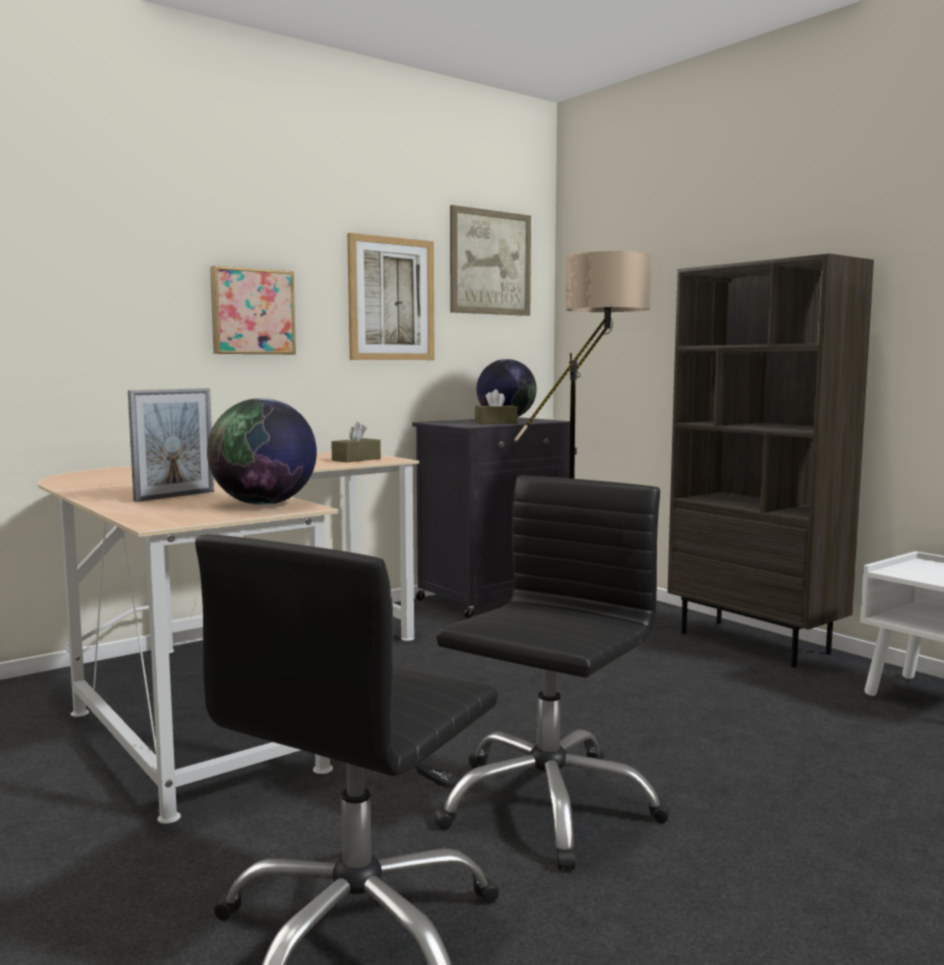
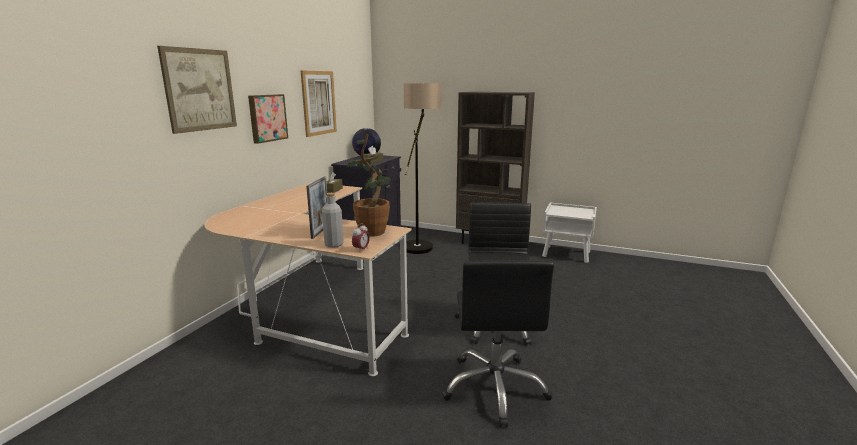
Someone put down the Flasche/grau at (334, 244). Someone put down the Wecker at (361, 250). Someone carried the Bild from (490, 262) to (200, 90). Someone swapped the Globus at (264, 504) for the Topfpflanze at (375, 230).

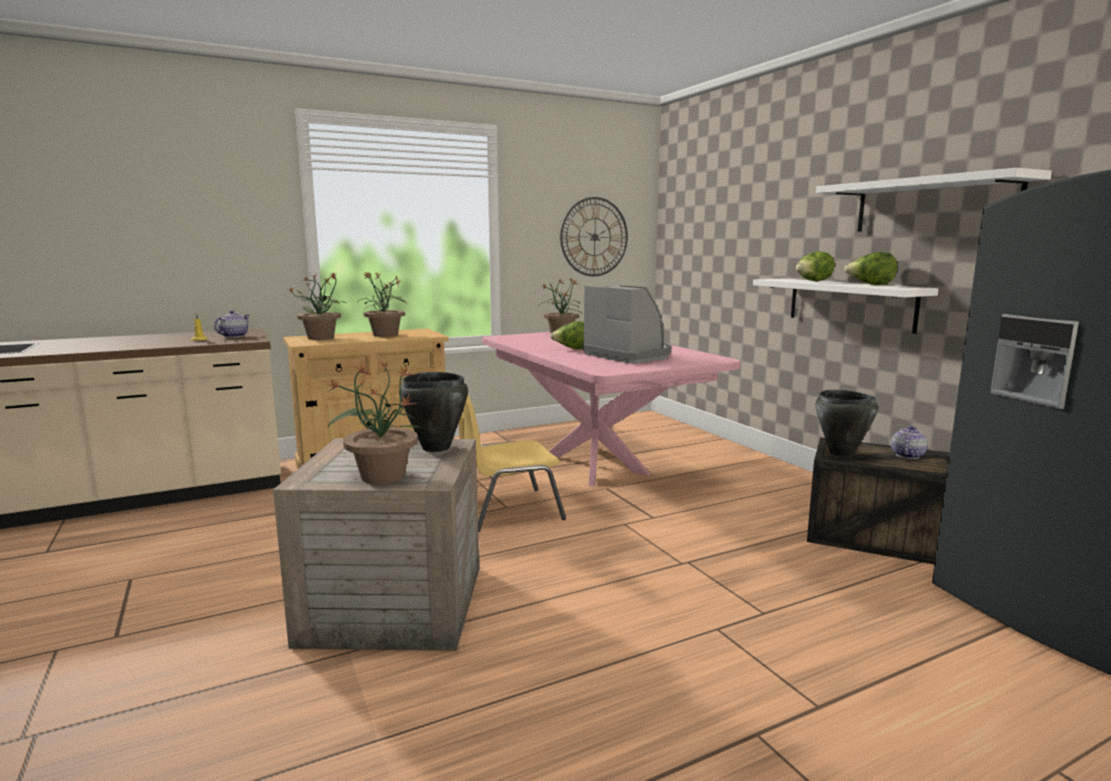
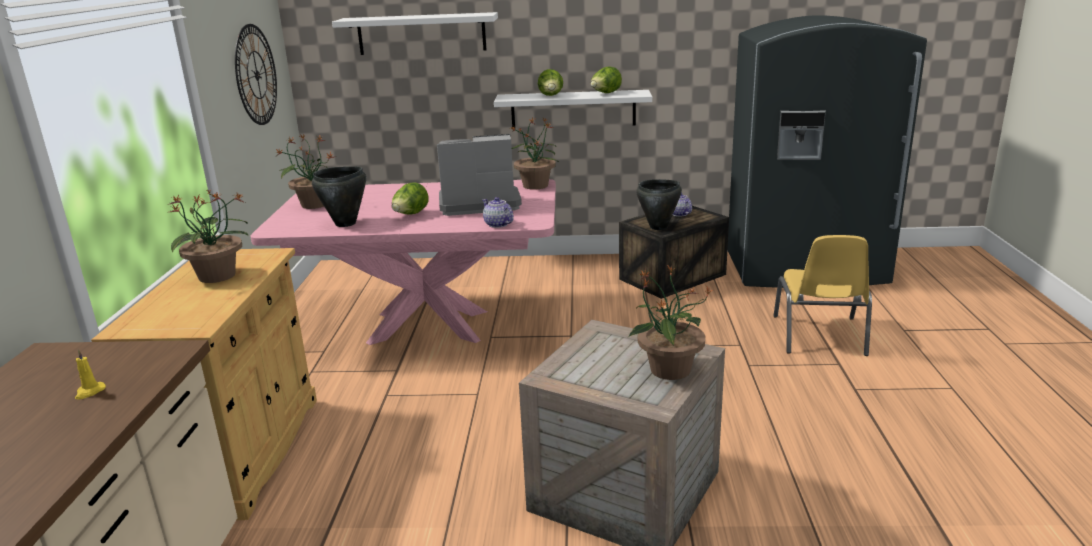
Someone carried the Teekanne from (233, 336) to (498, 224). Someone carried the Topfpflanze from (322, 338) to (535, 185). Someone carried the Kochtopf/schwarz from (435, 448) to (346, 223). Someone carried the Stuhl/gelb from (507, 510) to (819, 336). Someone carried the Wandregal/weiß from (933, 205) to (421, 34).

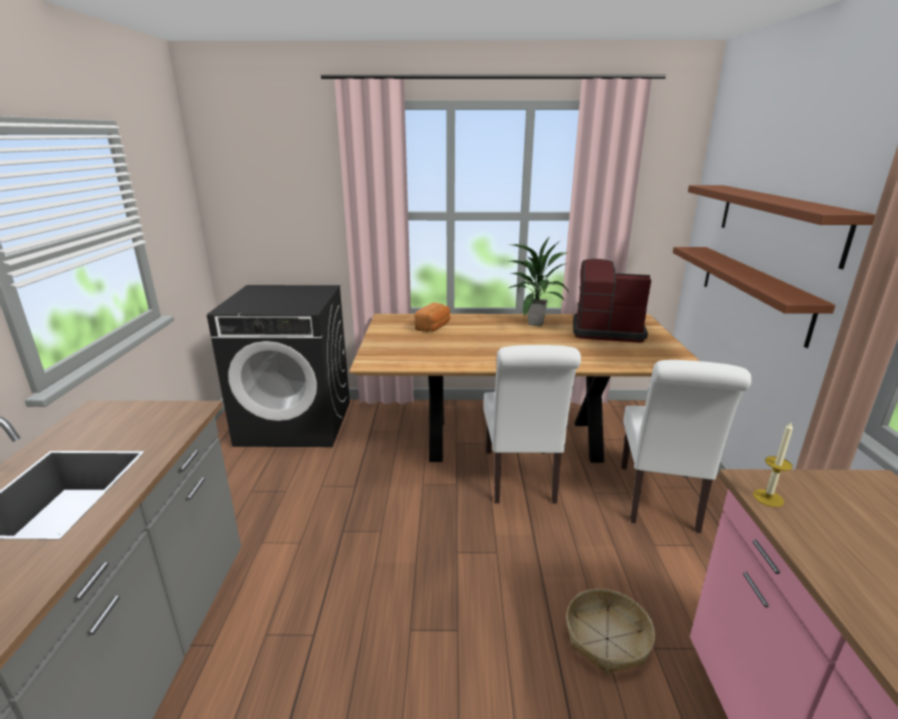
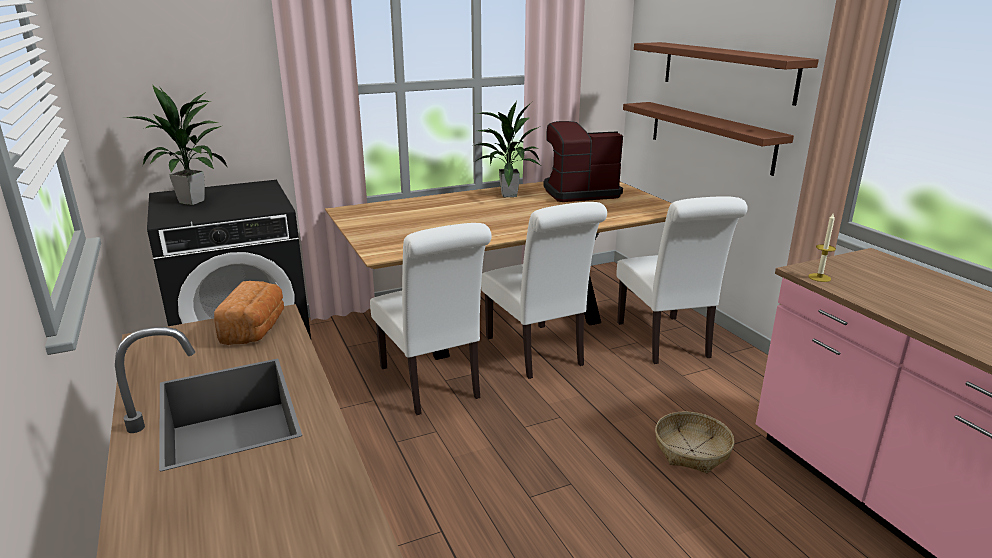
Someone put down the Topfpflanze at (192, 202). Someone put down the Stuhl/weiß at (432, 385). Someone carried the Brot from (434, 327) to (255, 329).

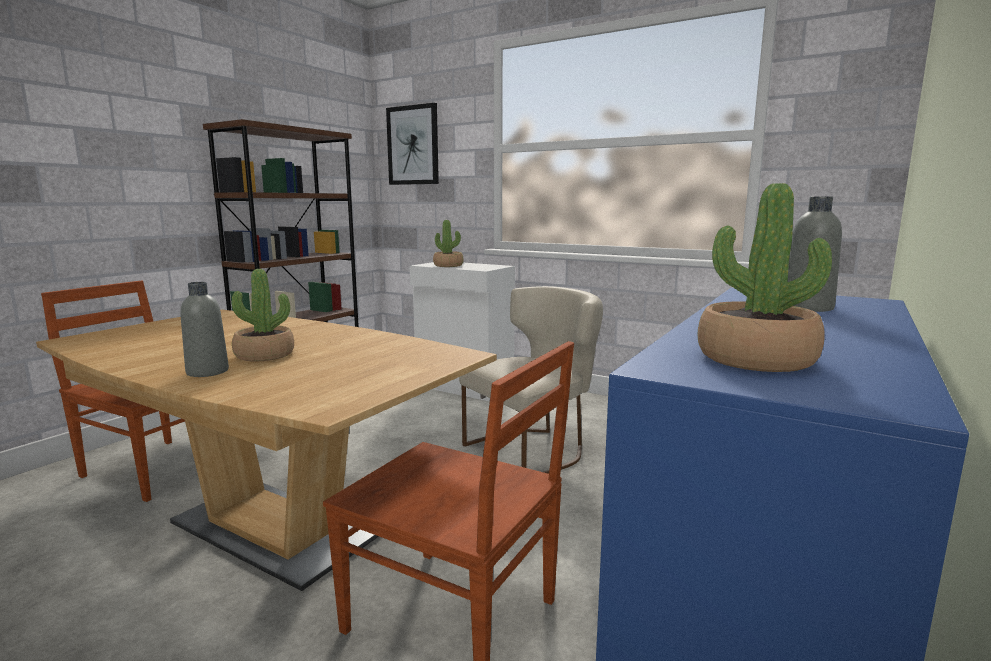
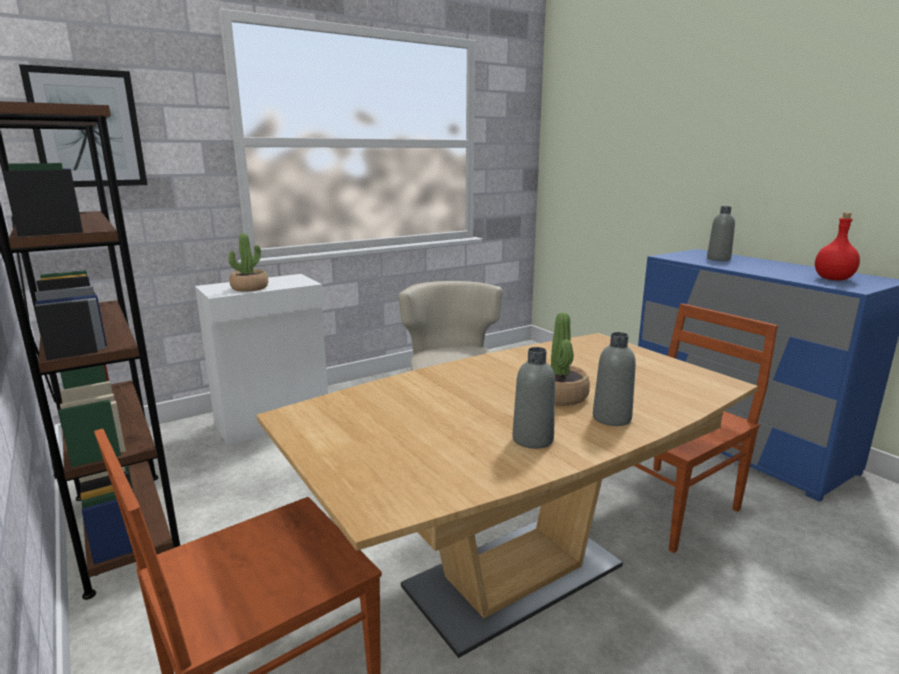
Someone put down the Flasche/grau at (532, 439). Someone swapped the Topfpflanze at (755, 359) for the Flasche/rot at (834, 279).

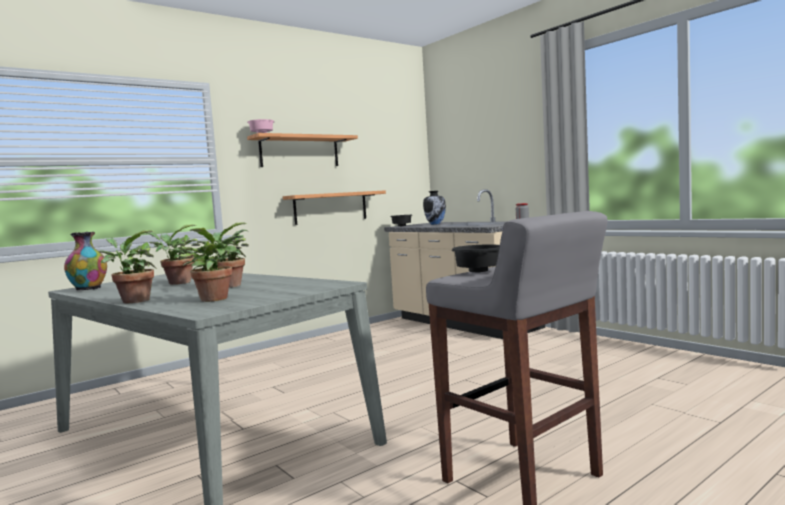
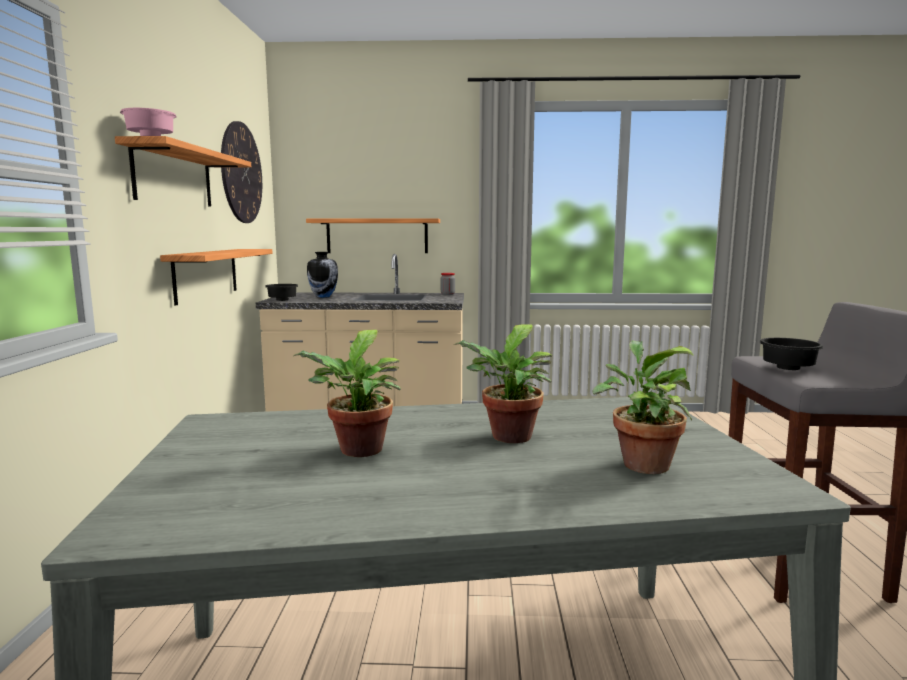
Someone took away the Vase at (89, 289). Someone took away the Topfpflanze at (132, 301). Someone put up the Wanduhr at (241, 173). Someone put up the Wandregal at (377, 236).

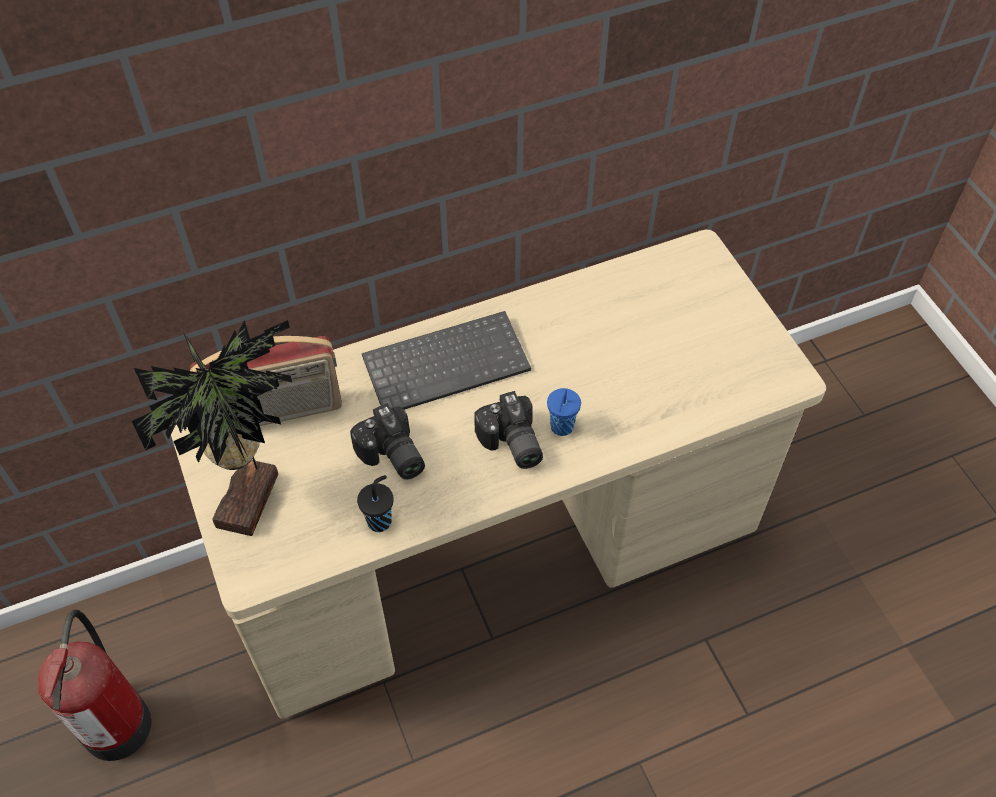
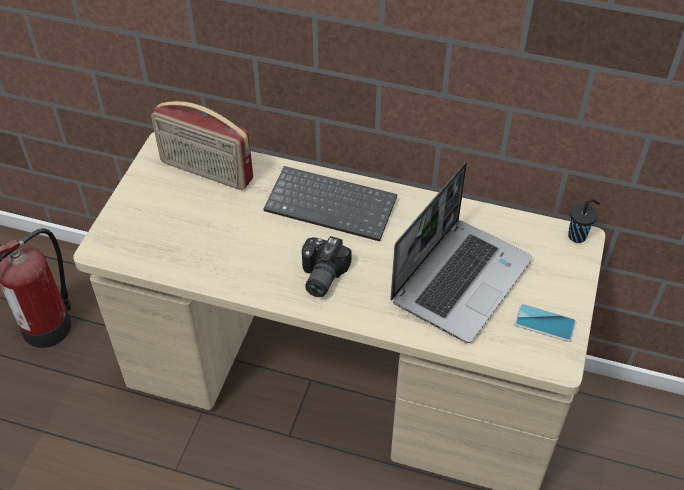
Someone took away the Topfpflanze at (254, 500). Someone took away the Kamera at (391, 457). Someone took away the Tasse/blau at (561, 428). Someone put down the Laptop at (460, 279). Someone put down the Handy at (545, 323). Someone carried the Tasse/schwarz from (380, 520) to (578, 236).

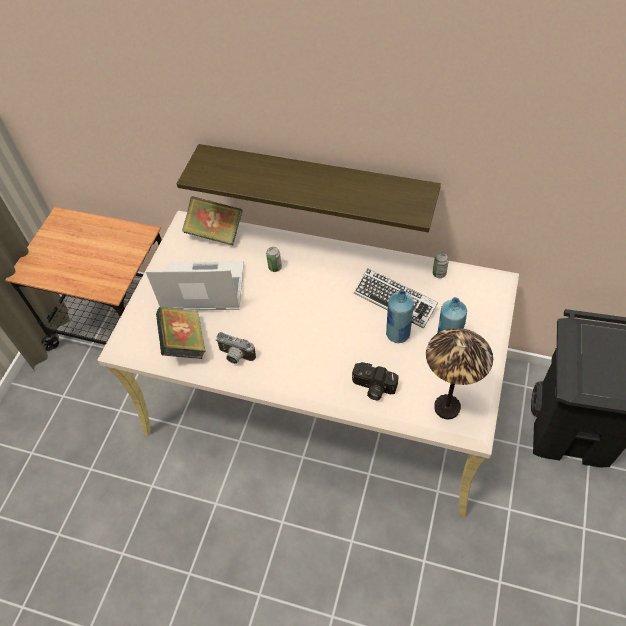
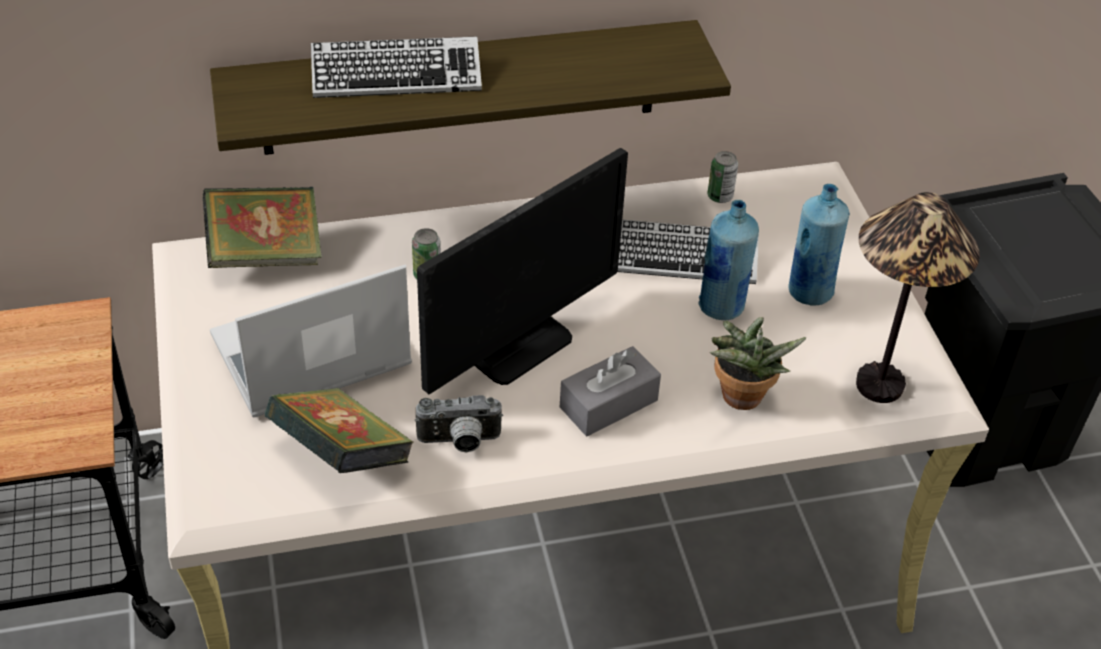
Someone put down the Tastatur at (396, 77). Someone put down the Monitor at (517, 345). Someone put down the Taschentuchbox/grau at (608, 404). Someone swapped the Kamera at (373, 387) for the Topfpflanze at (741, 401).

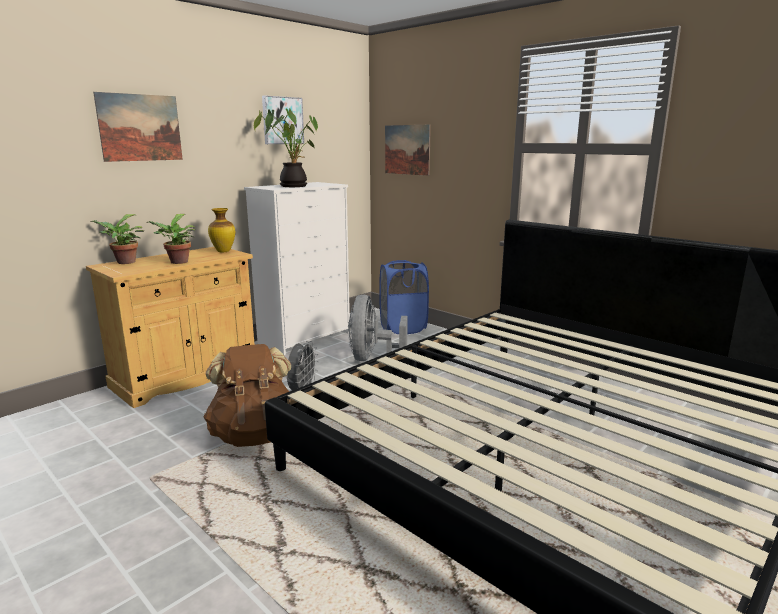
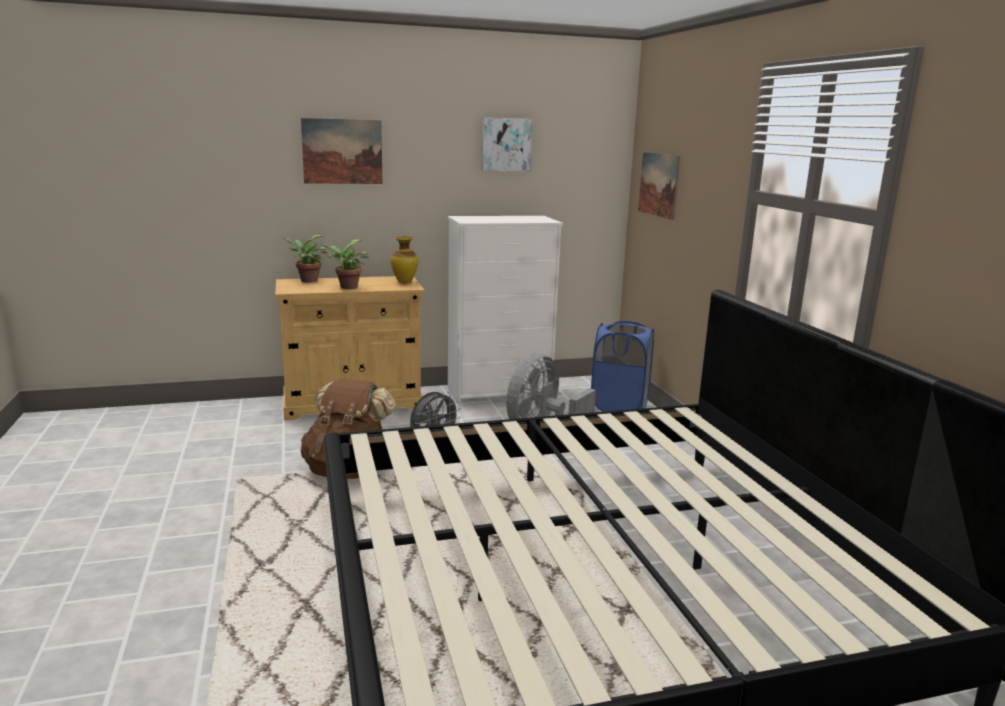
Someone took away the Topfpflanze at (292, 186).

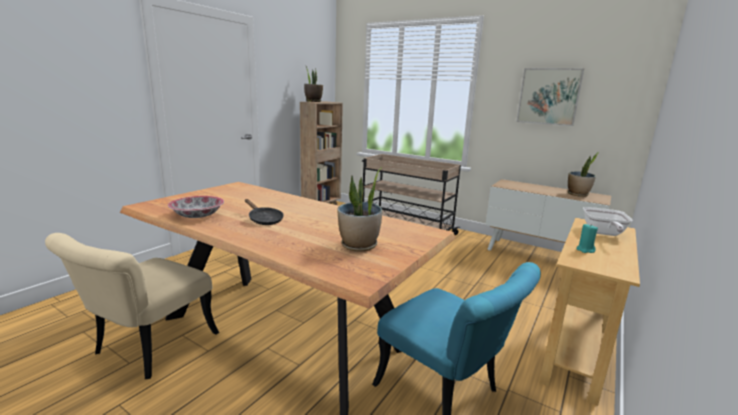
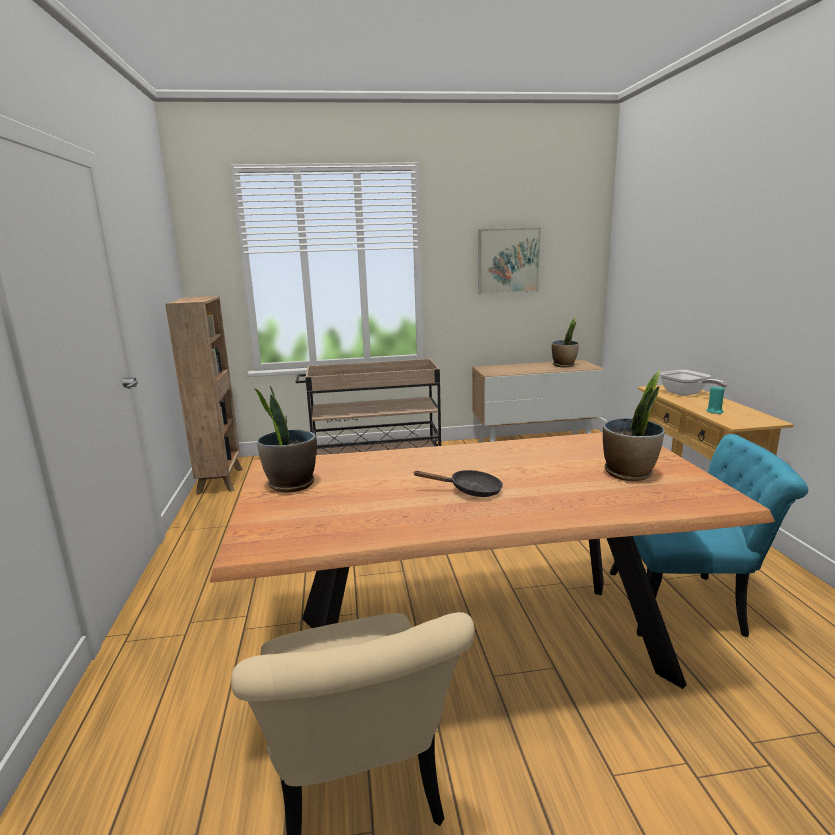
Someone took away the Schüssel at (197, 215). Someone carried the Topfpflanze from (313, 101) to (290, 484).

